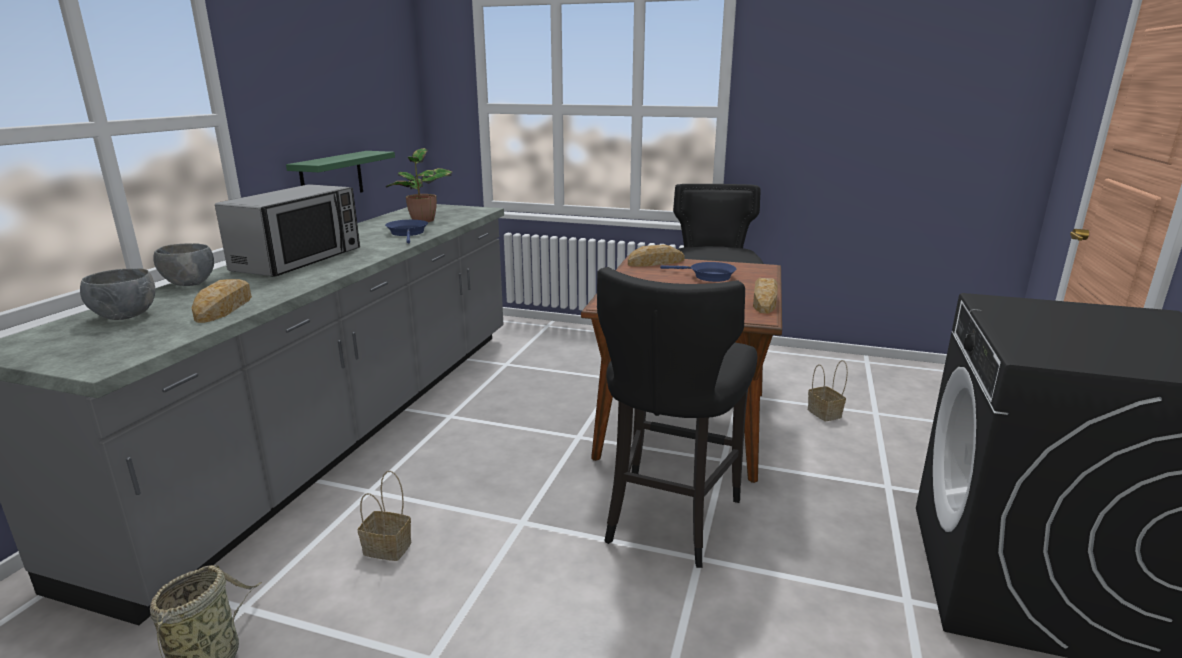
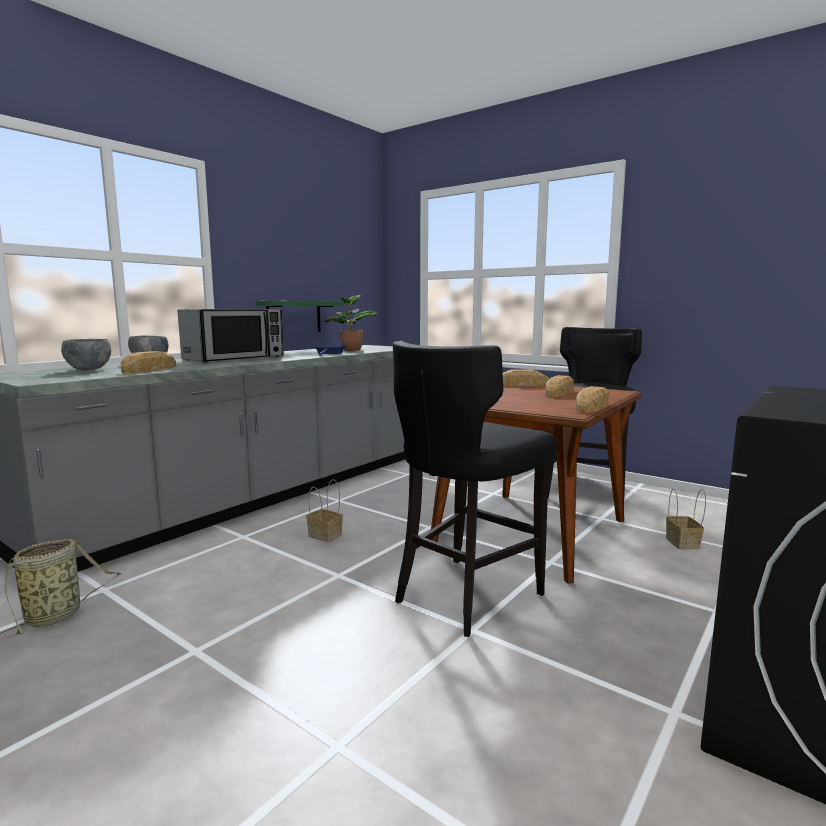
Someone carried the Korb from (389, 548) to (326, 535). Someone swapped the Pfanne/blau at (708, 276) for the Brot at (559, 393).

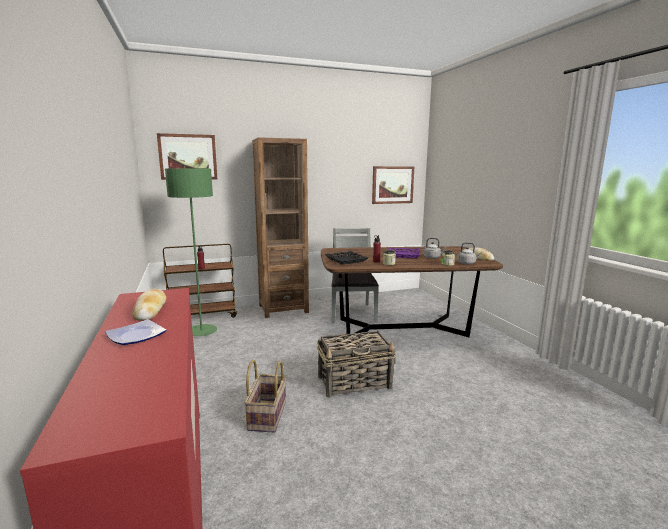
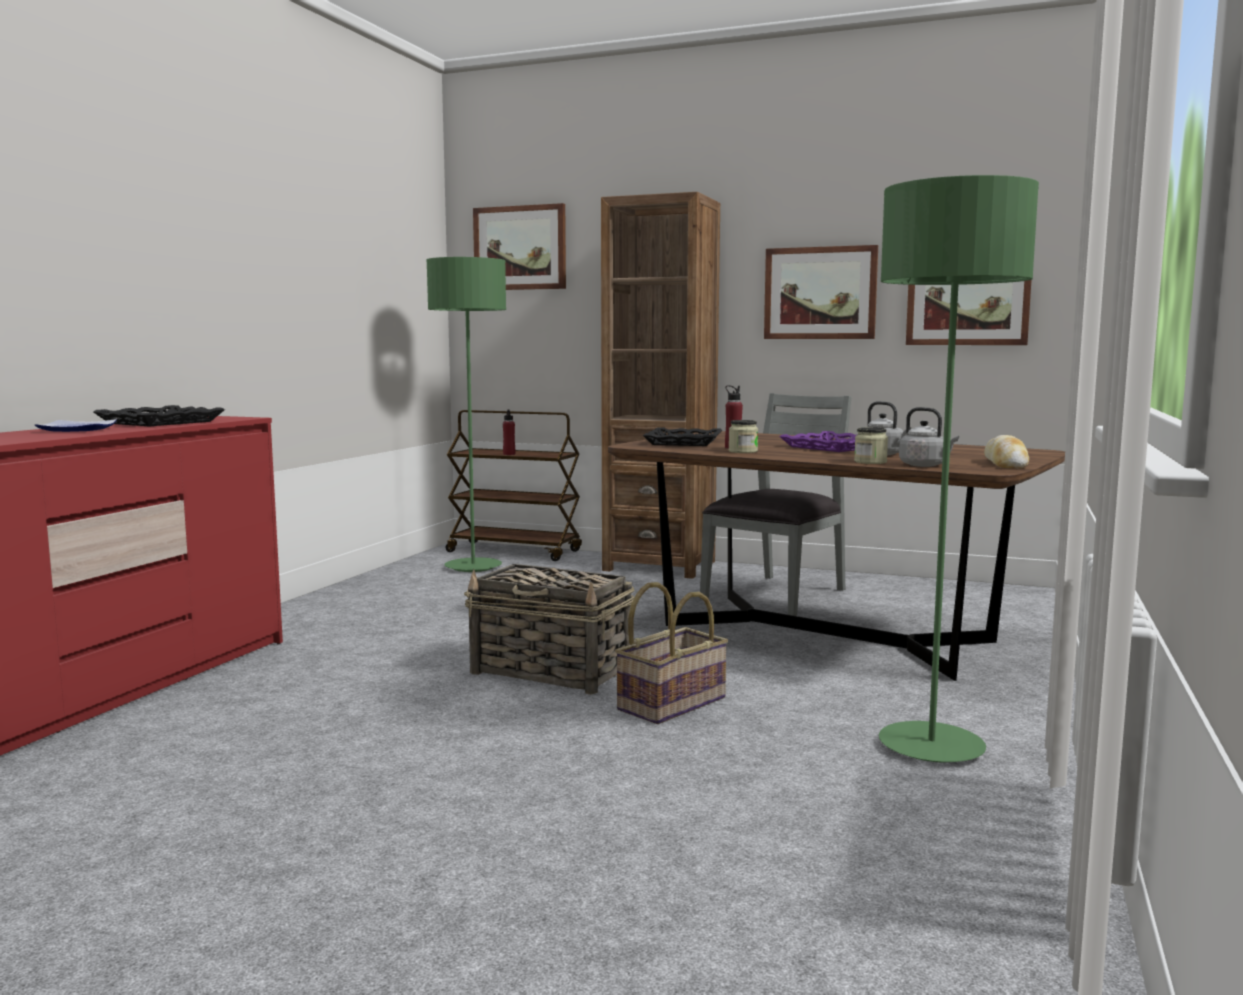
Someone put up the Bild at (820, 293). Someone put down the Stehlampe/grün at (931, 747). Someone carried the Korb from (266, 415) to (671, 703). Someone swapped the Brot at (150, 310) for the Tablett/schwarz at (161, 422).

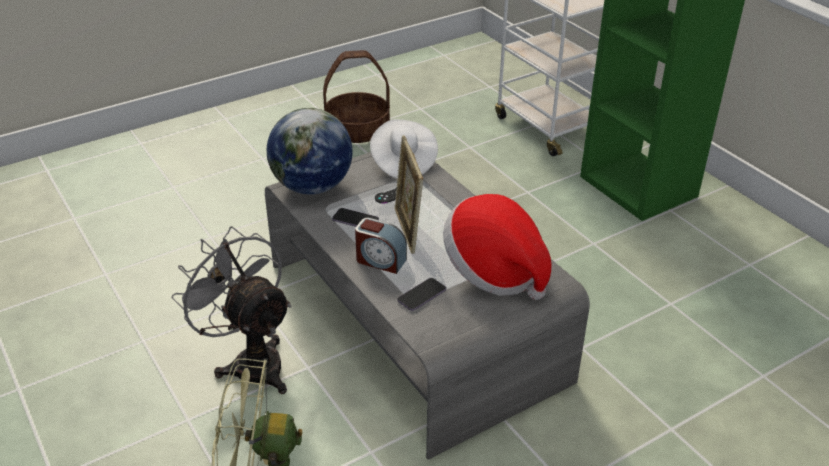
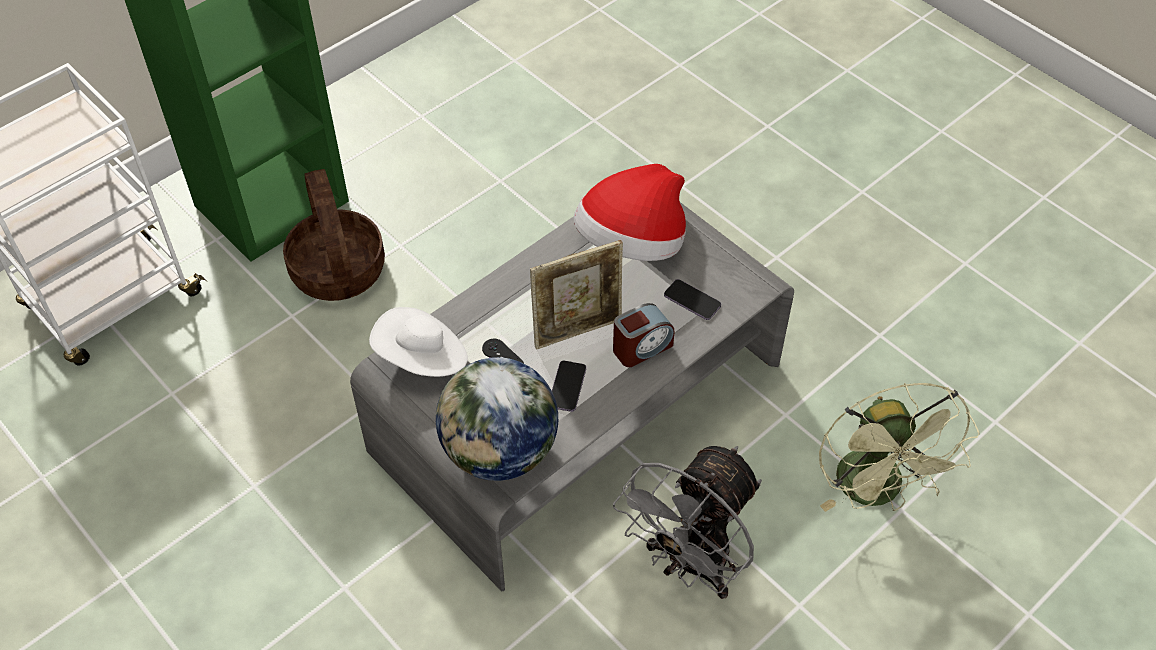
Someone carried the Korb from (358, 129) to (337, 269). Someone rotated the Wecker at (380, 260) by 45 degrees clockwise.

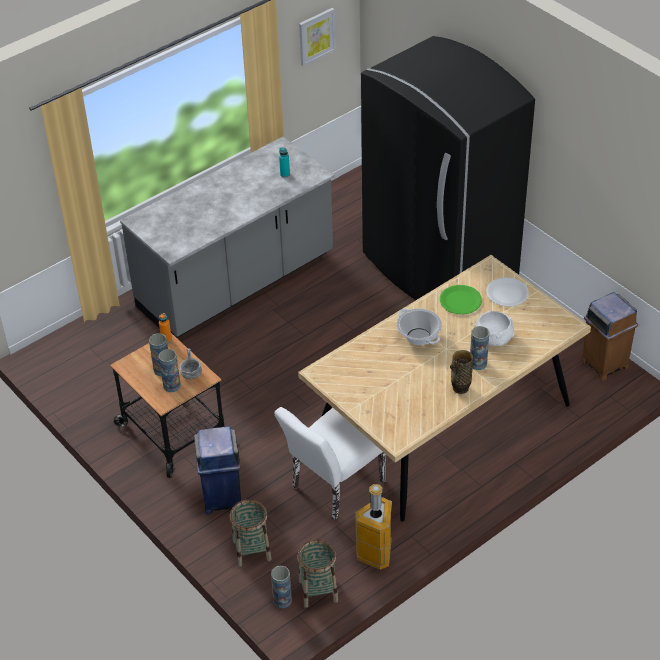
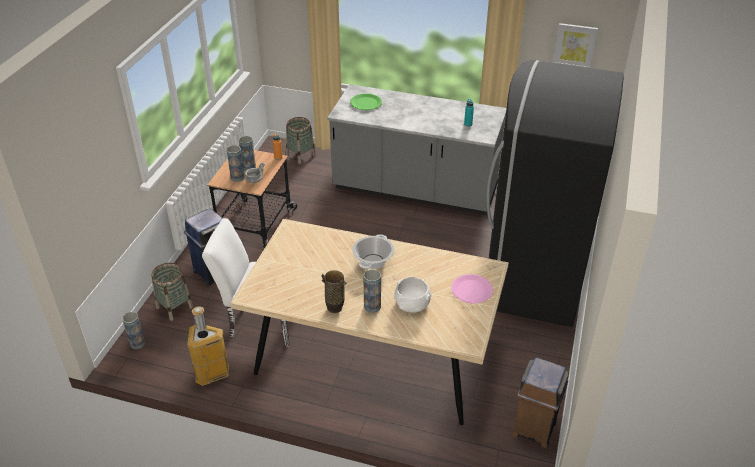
Someone carried the Korb from (318, 591) to (300, 155). Someone carried the Teller/grün from (460, 300) to (366, 103). Someone repainted the Teller/weiß at (507, 293), which became the Teller/rosa at (472, 290).

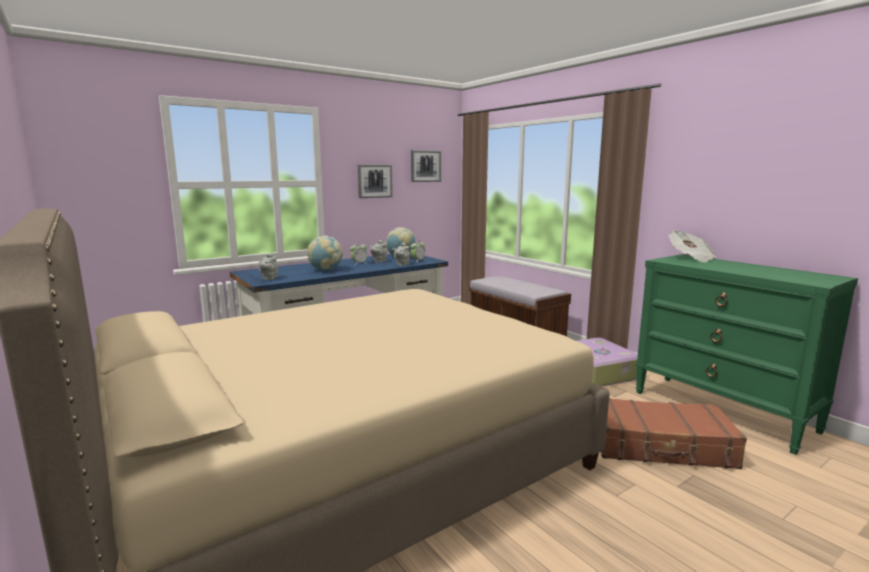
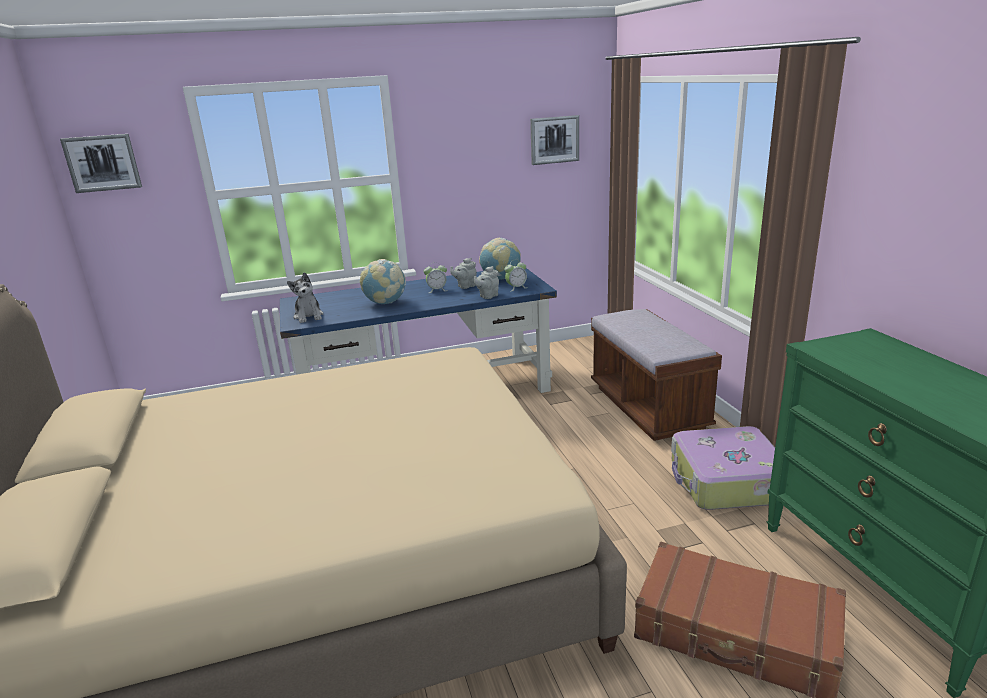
Someone took away the Zeitung at (690, 258). Someone carried the Bild from (374, 181) to (102, 163). Someone swapped the Teekanne/grau at (269, 278) for the Plüschtier at (309, 316).

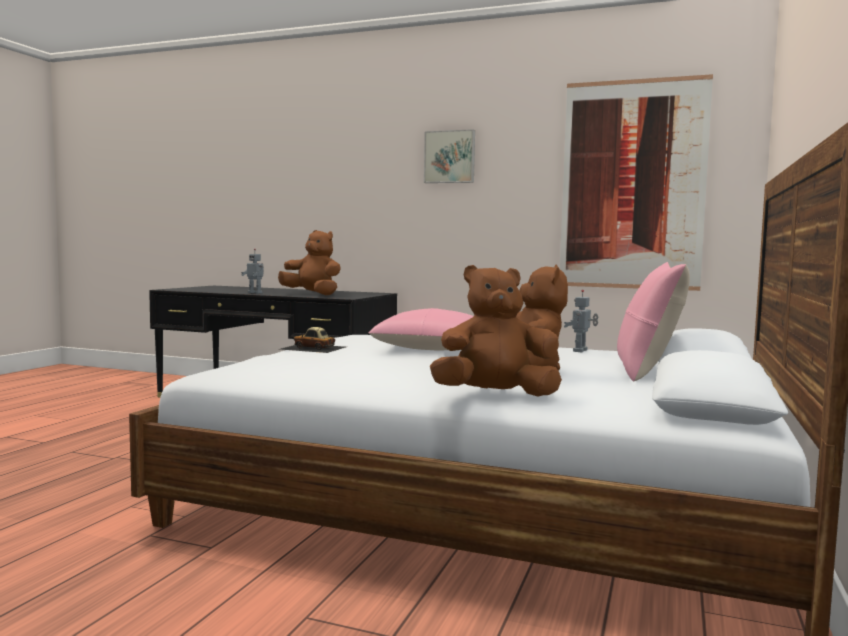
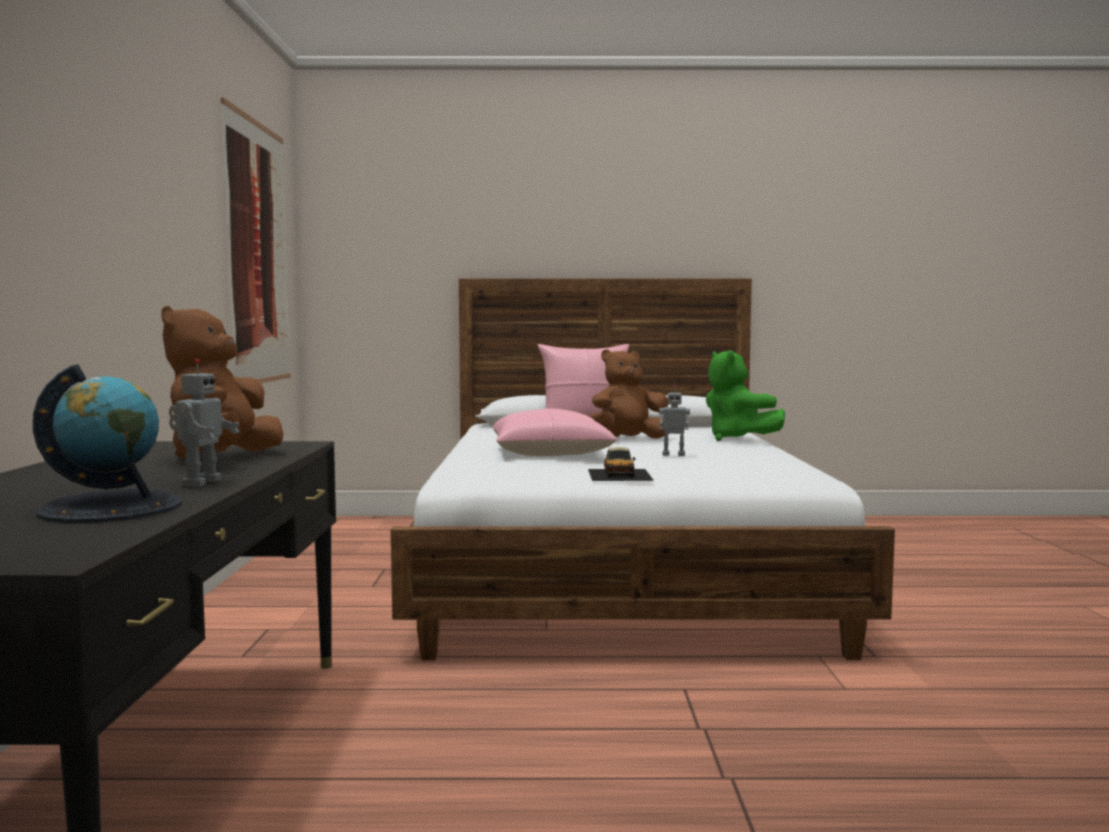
Someone took away the Bild at (450, 157). Someone put down the Globus at (111, 508). Someone carried the Spielzeugroboter from (581, 351) to (673, 454). Someone repainted the Plüschtier/braun at (495, 395), which became the Plüschtier/grün at (737, 439).

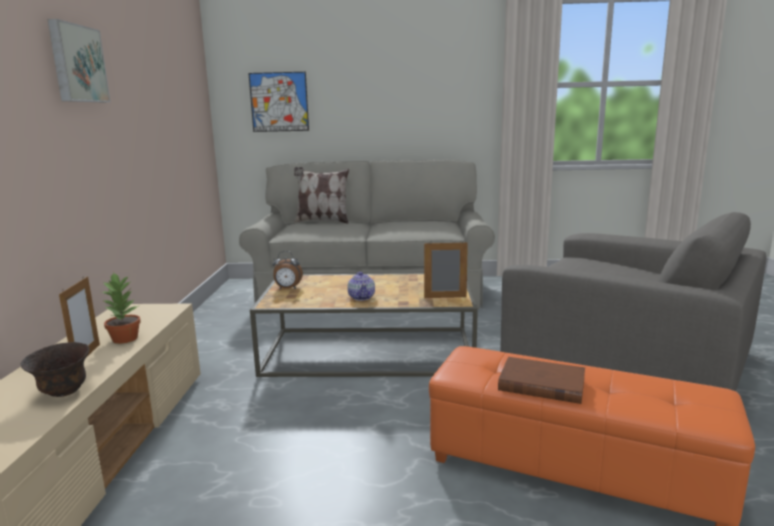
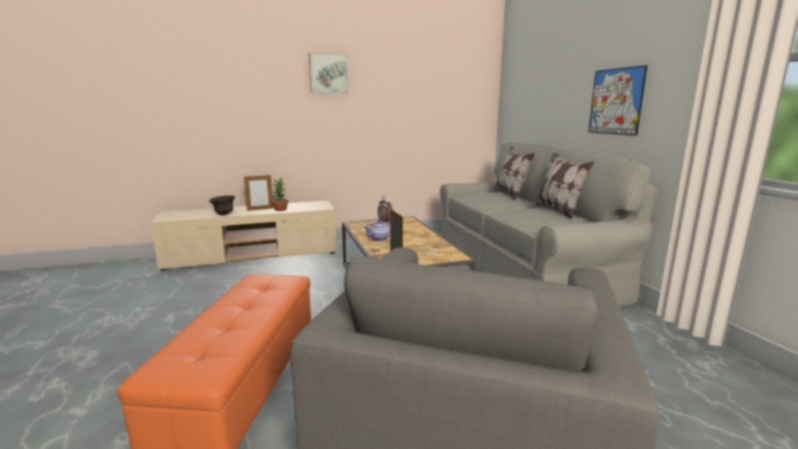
Someone took away the Buch/braun at (541, 384). Someone put down the Kissen at (558, 211). Someone carried the Bild from (279, 102) to (616, 101).

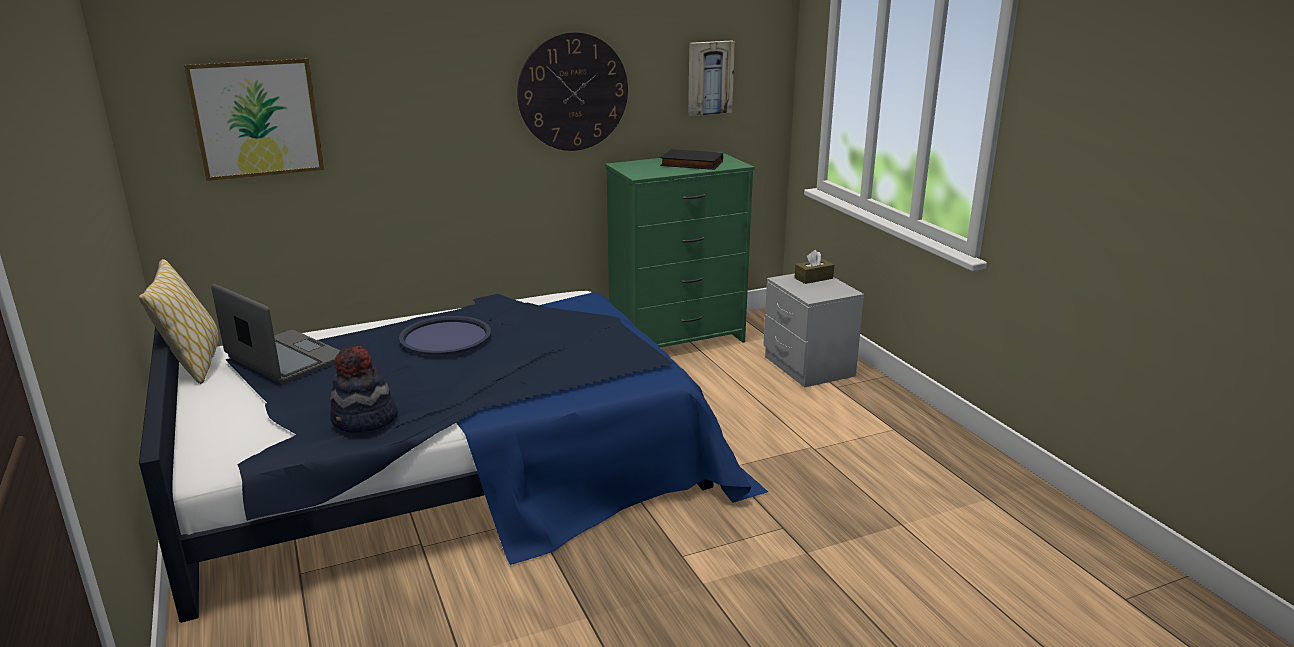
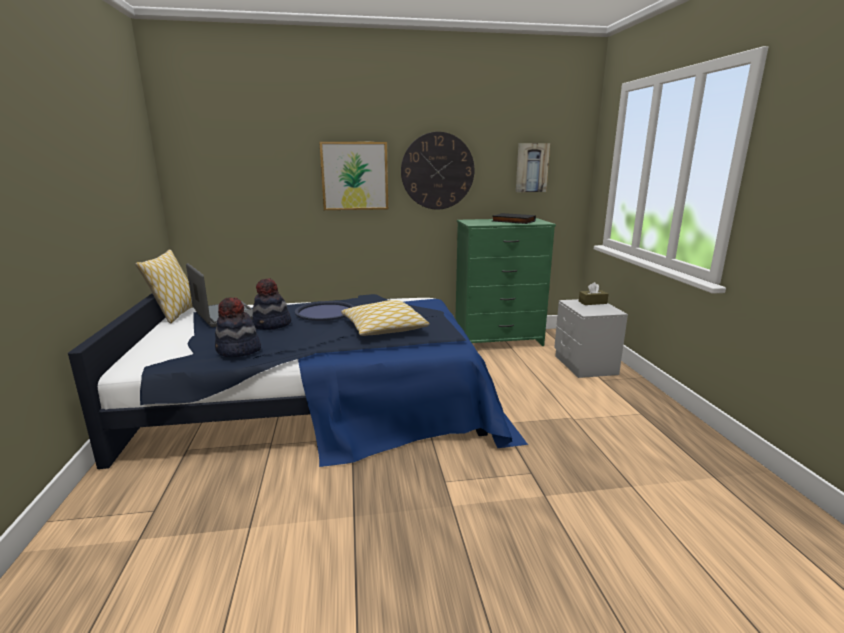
Someone put down the Hut at (272, 325). Someone put down the Kissen at (384, 329). Someone carried the Bild from (257, 118) to (354, 176).

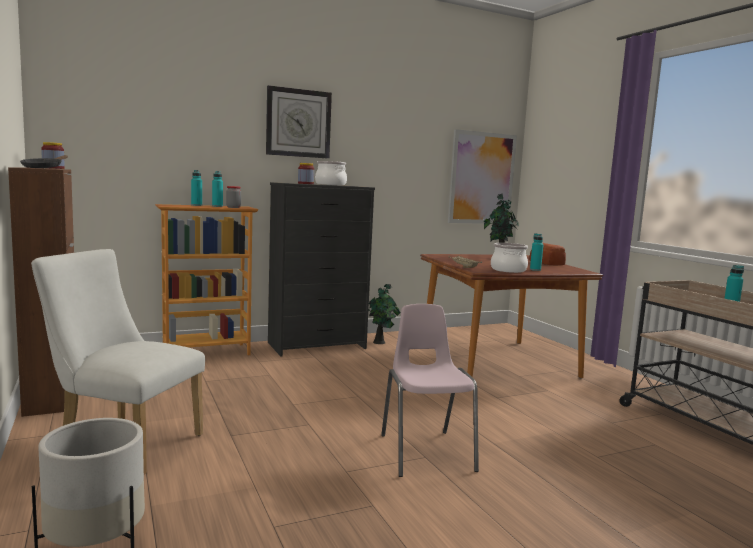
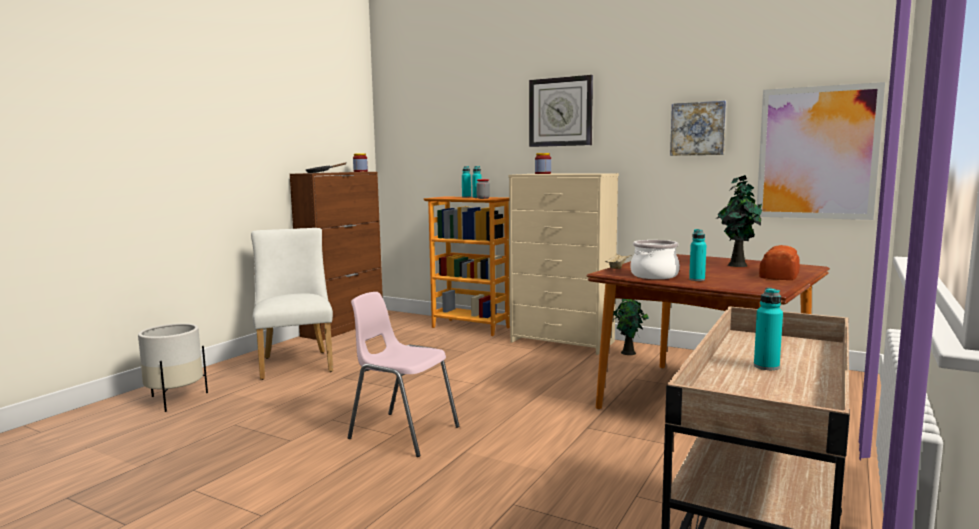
Someone took away the Kochtopf at (330, 184). Someone put up the Bild at (698, 129). Someone repainted the Kommode/schwarz at (318, 345), which became the Kommode/beige at (563, 342). Someone rotated the Stuhl/rosa at (426, 452) by 105 degrees counterclockwise.

